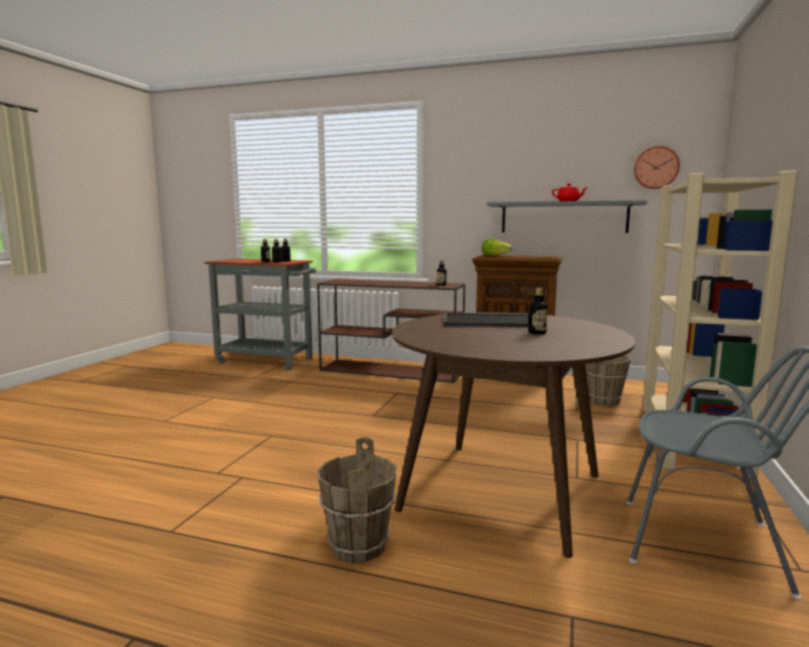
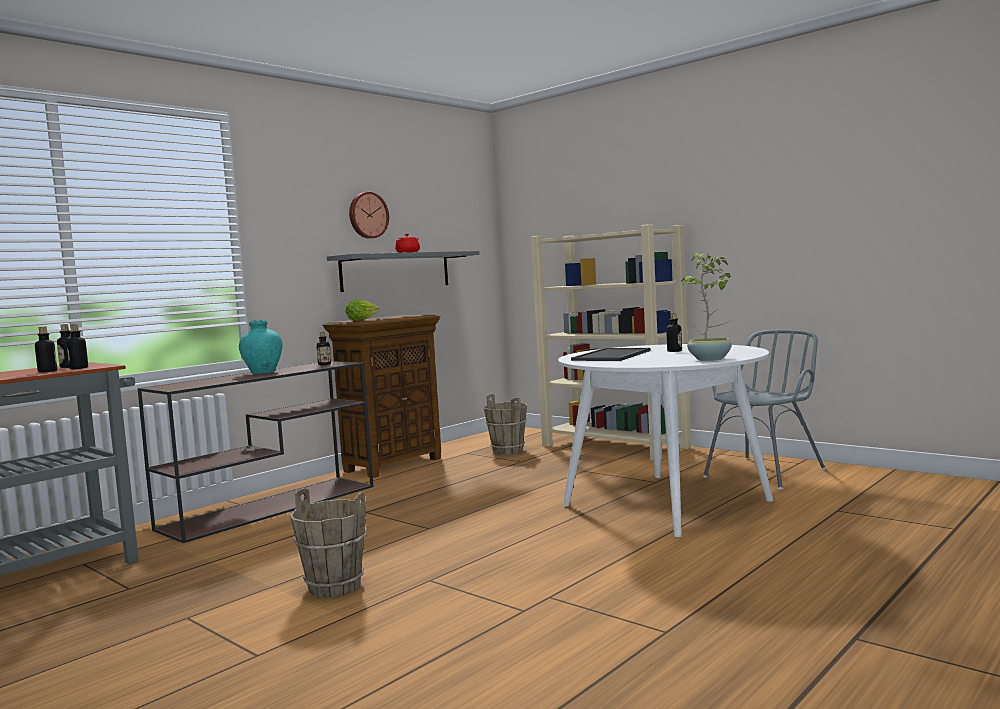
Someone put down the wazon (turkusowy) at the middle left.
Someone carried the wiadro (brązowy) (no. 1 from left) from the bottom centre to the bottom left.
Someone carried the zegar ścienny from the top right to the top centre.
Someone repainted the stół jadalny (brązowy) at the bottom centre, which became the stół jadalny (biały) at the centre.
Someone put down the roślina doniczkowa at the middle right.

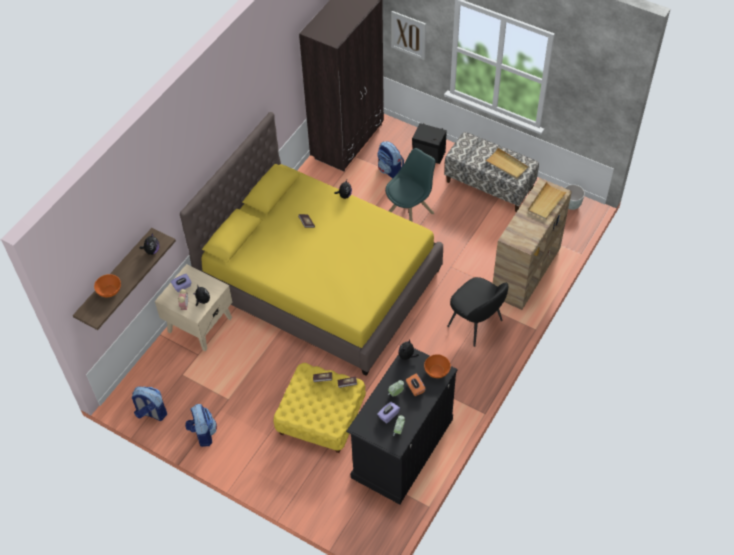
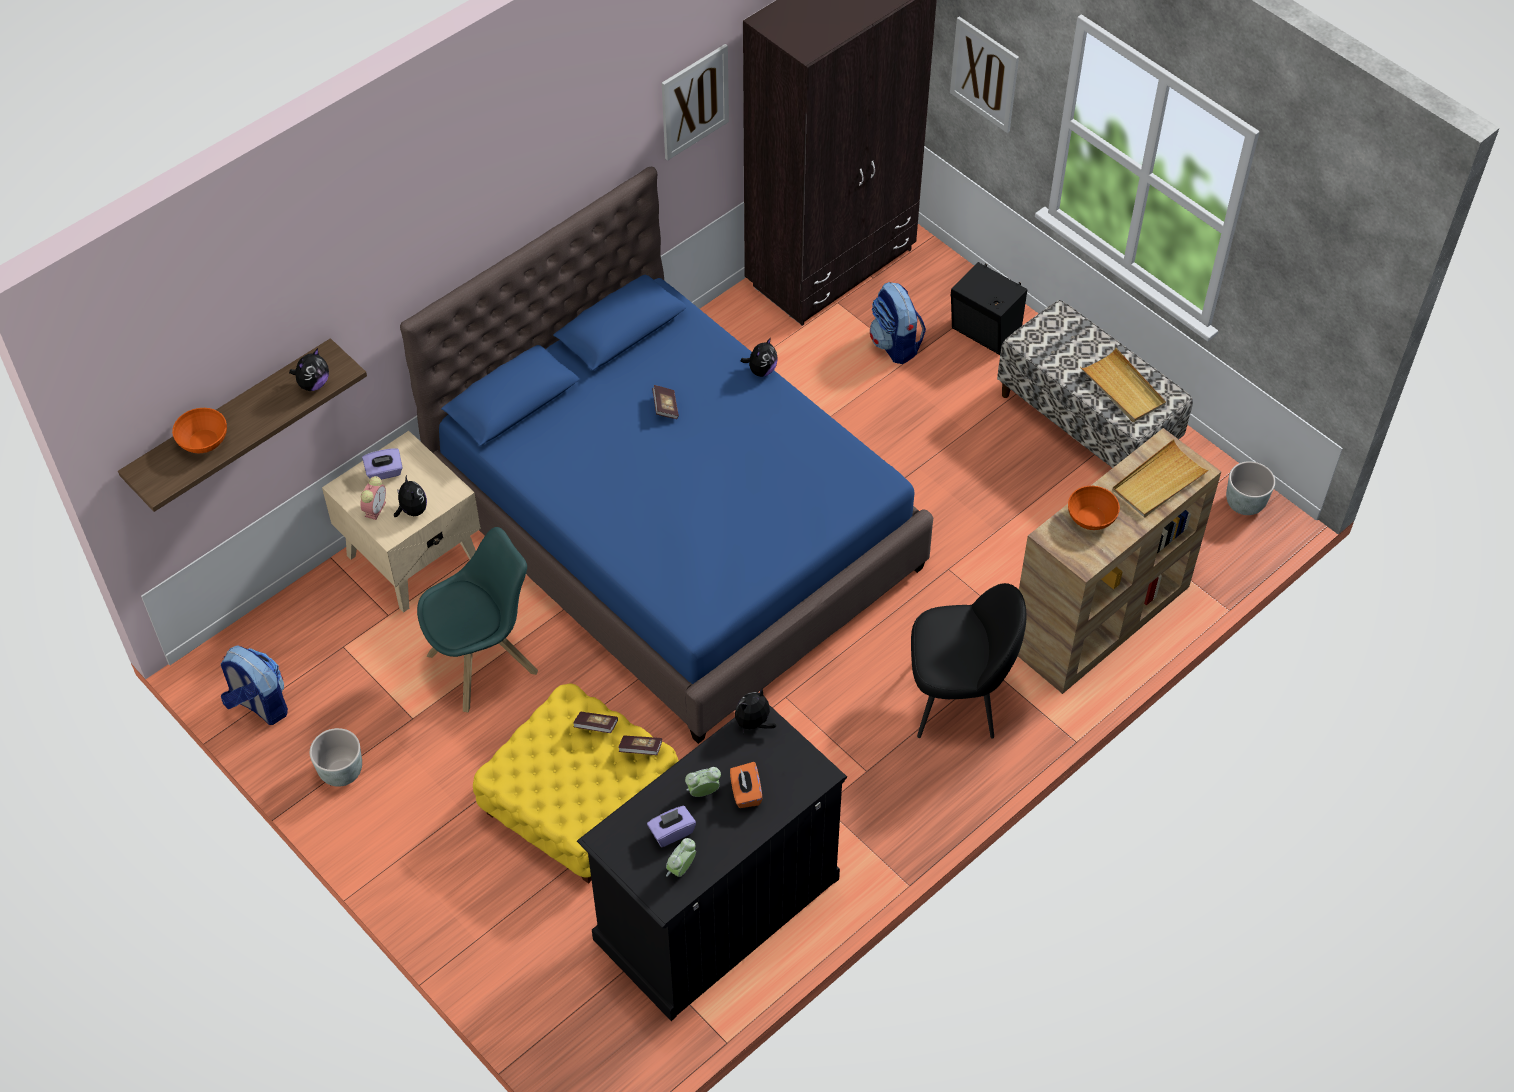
Someone swapped the plecak (no. 2 from left) at the bottom left for the donica (szary) (no. 1 from left) at the bottom left.
Someone repainted the łóżko (żółty) at the centre, which became the łóżko (niebieski) at the centre.
Someone carried the krzesło (turkusowy) from the centre to the middle left.
Someone put up the obraz (no. 1 from left) at the top centre.
Someone rotated the krzesło (czarny) at the centre by 60 degrees counterclockwise.
Someone carried the miska (pomarańczowy) (no. 2 from left) from the centre to the middle right.

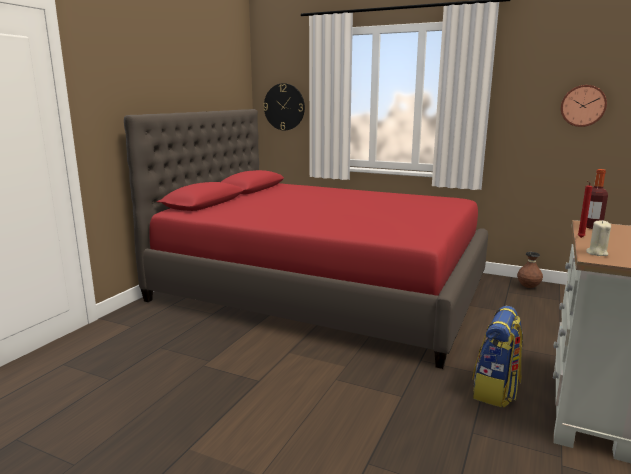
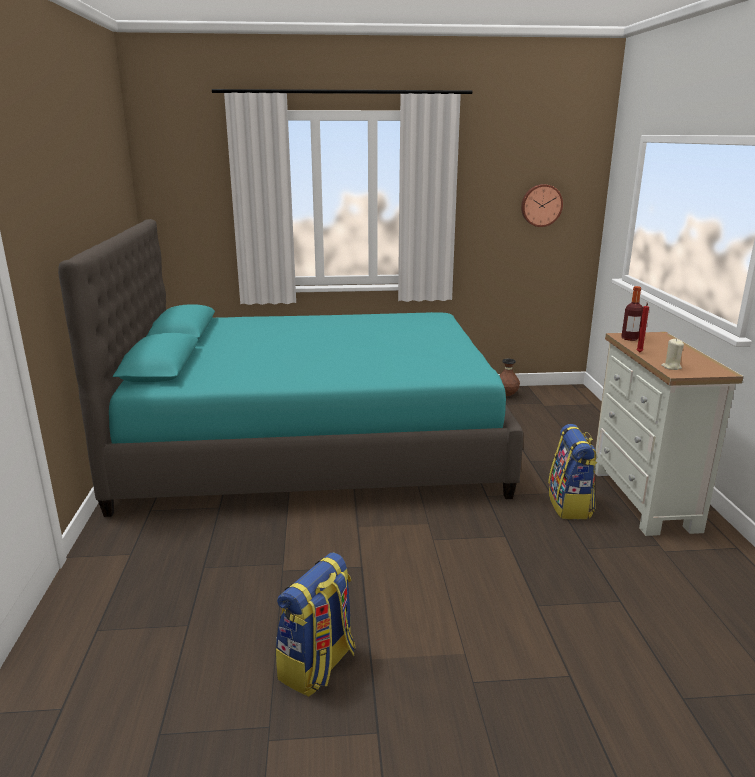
Someone repainted the łóżko (czerwony) at the centre, which became the łóżko (turkusowy) at the centre.
Someone put down the plecak (no. 1 from left) at the bottom centre.
Someone took away the zegar ścienny (no. 1 from left) at the top centre.

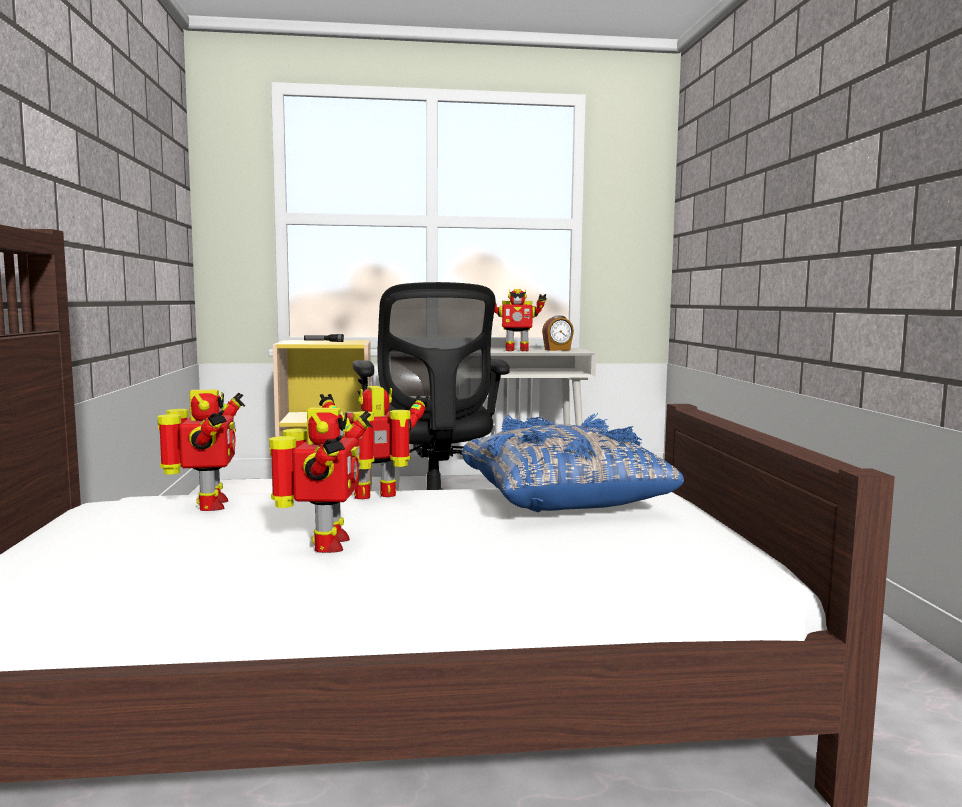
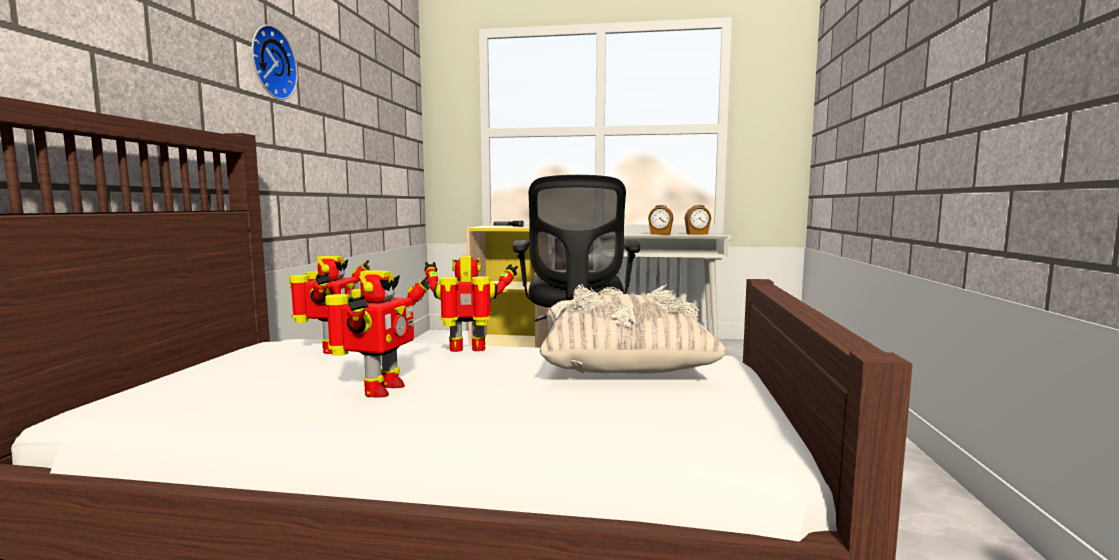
Someone put up the zegar ścienny at the top left.
Someone repainted the poduszka (niebieski) at the centre, which became the poduszka (beżowy) at the centre.
Someone swapped the robot zabawkowy (no. 4 from left) at the centre for the budzik (no. 1 from left) at the centre.

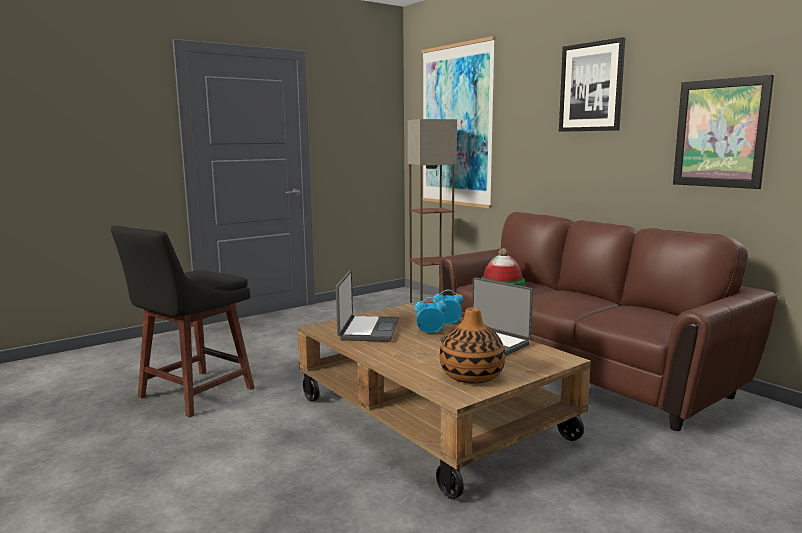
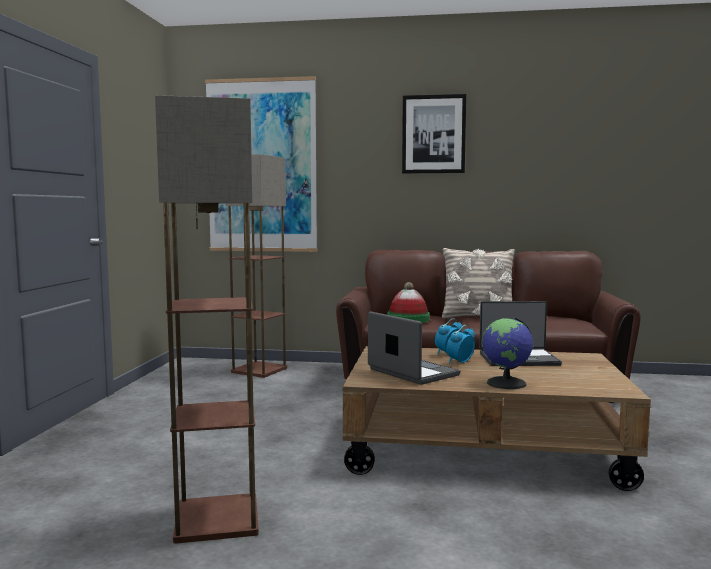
Someone swapped the stołek (czarny) at the middle left for the lampa stojąca (no. 1 from left) at the middle left.
Someone put down the poduszka (beżowy) at the middle right.
Someone put down the globus at the middle right.
Someone took away the wazon at the centre.
Someone took away the obraz (no. 3 from left) at the top right.

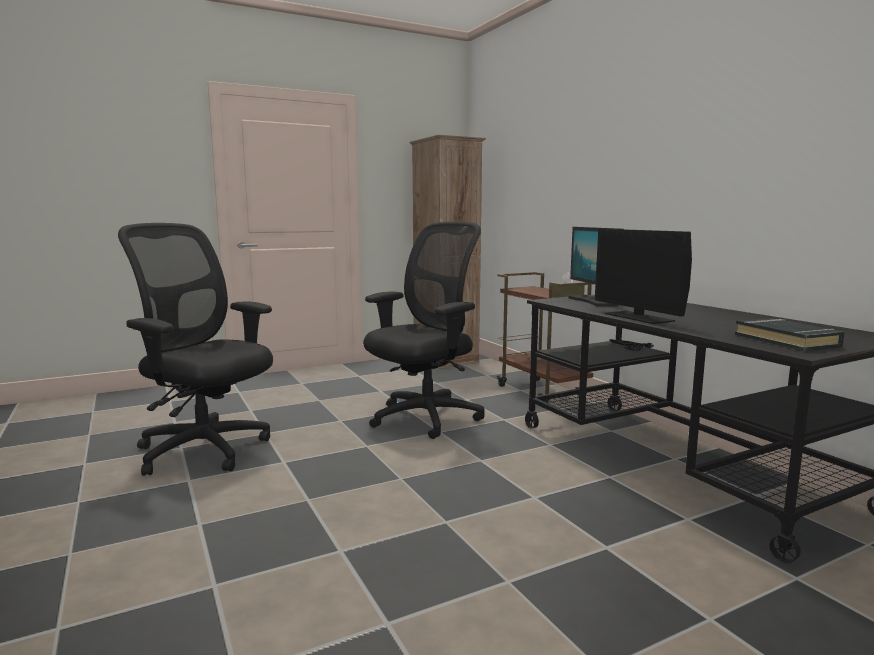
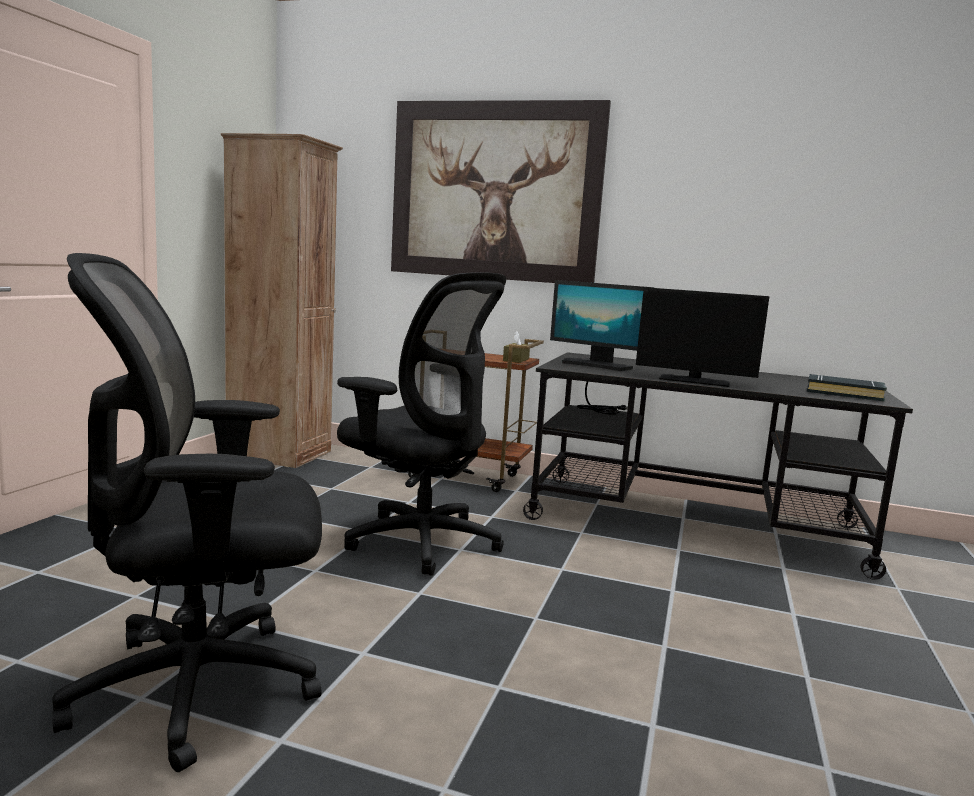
Someone rotated the krzesło biurowe (czarny) (no. 2 from left) at the centre by 120 degrees clockwise.
Someone put up the obraz at the top centre.

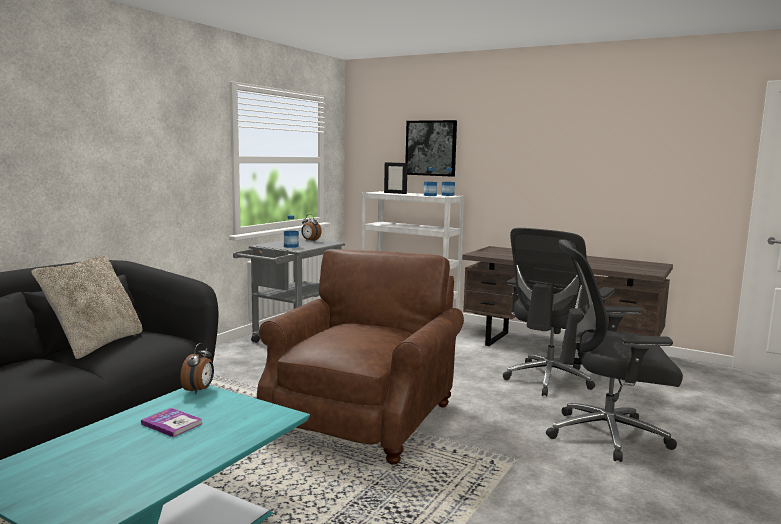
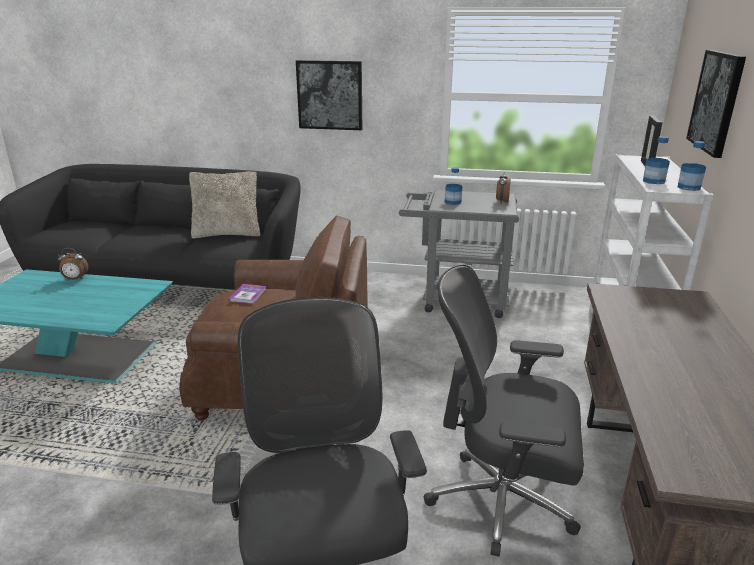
Someone carried the budzik (no. 1 from left) from the bottom left to the middle left.
Someone carried the książka from the bottom left to the middle left.
Someone put up the obraz (no. 1 from left) at the top centre.

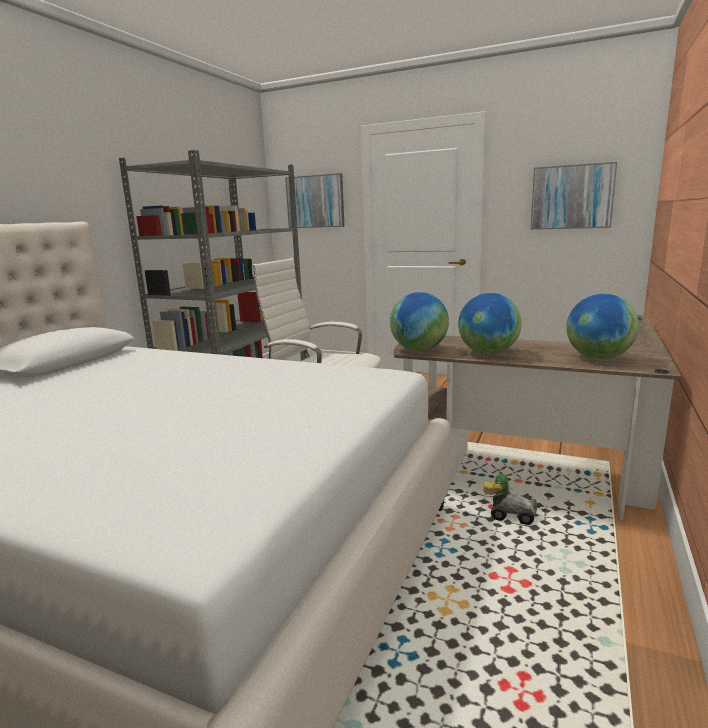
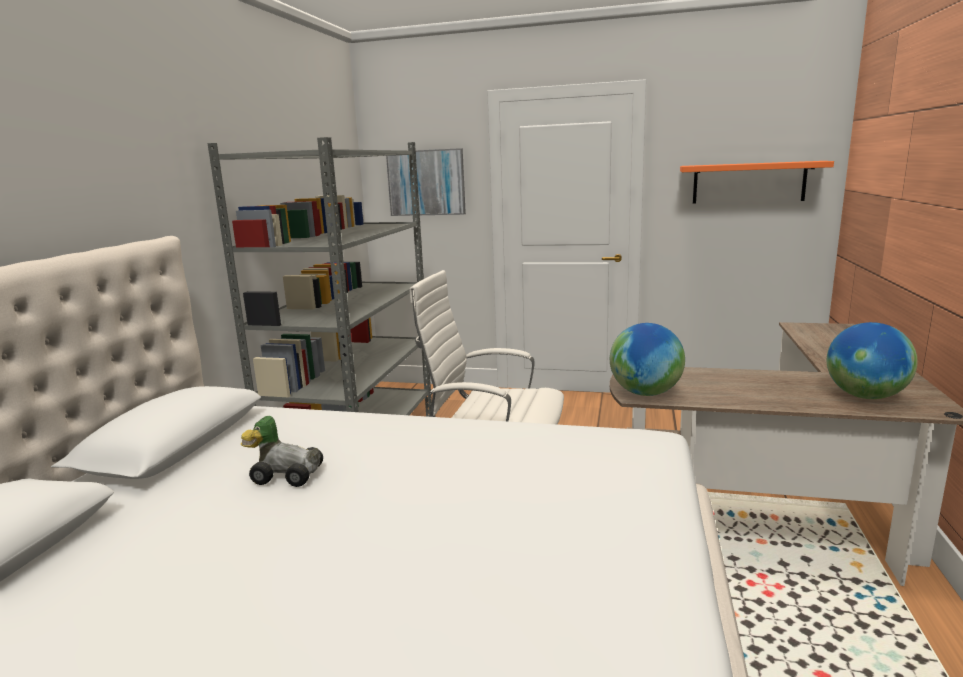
Someone carried the samochodzik from the bottom right to the middle left.
Someone swapped the obraz (no. 2 from left) at the top right for the półka (pomarańczowy) at the top right.
Someone took away the globus (no. 2 from left) at the middle right.

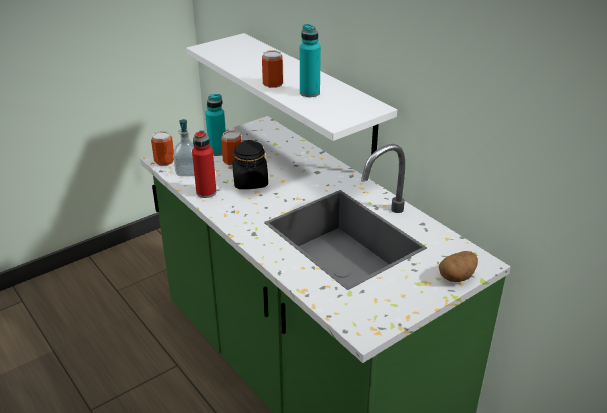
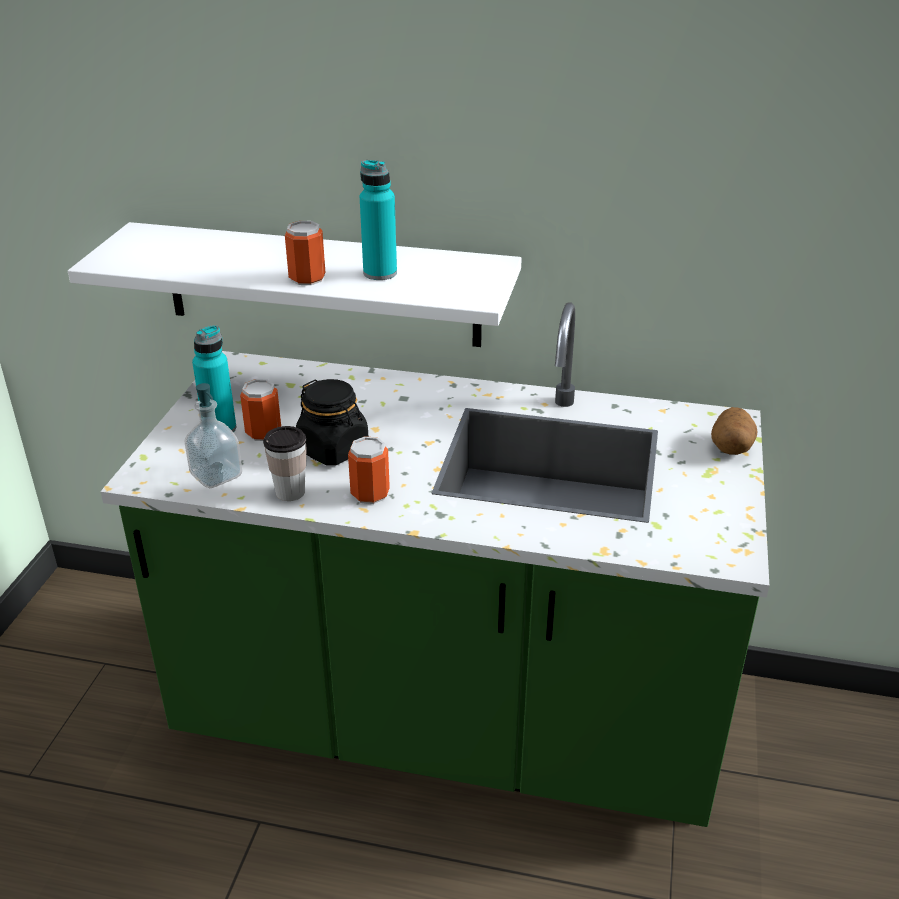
Someone swapped the butelka (czerwony) at the centre for the filiżanka at the middle left.
Someone carried the puszka (no. 1 from left in the first image) from the middle left to the centre.

